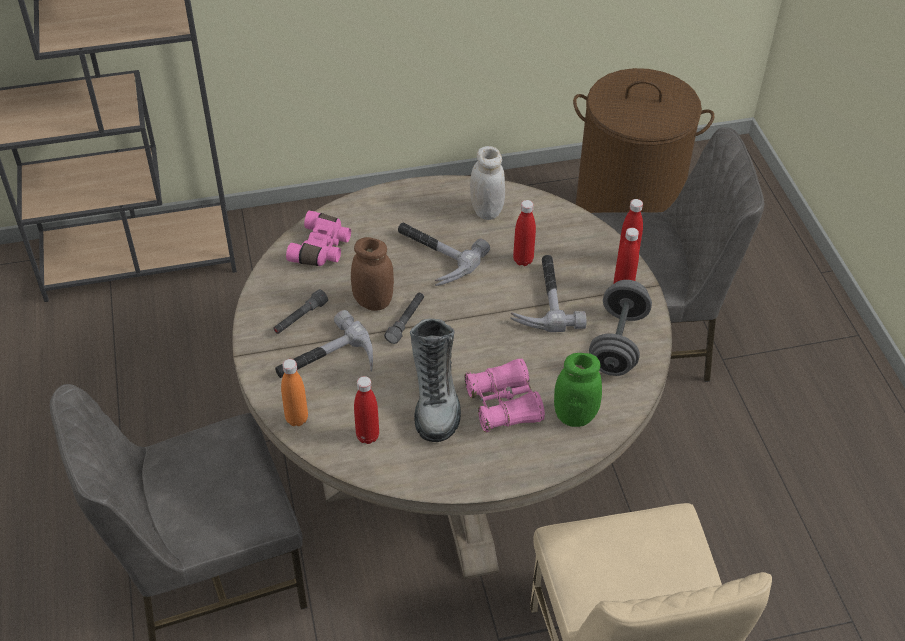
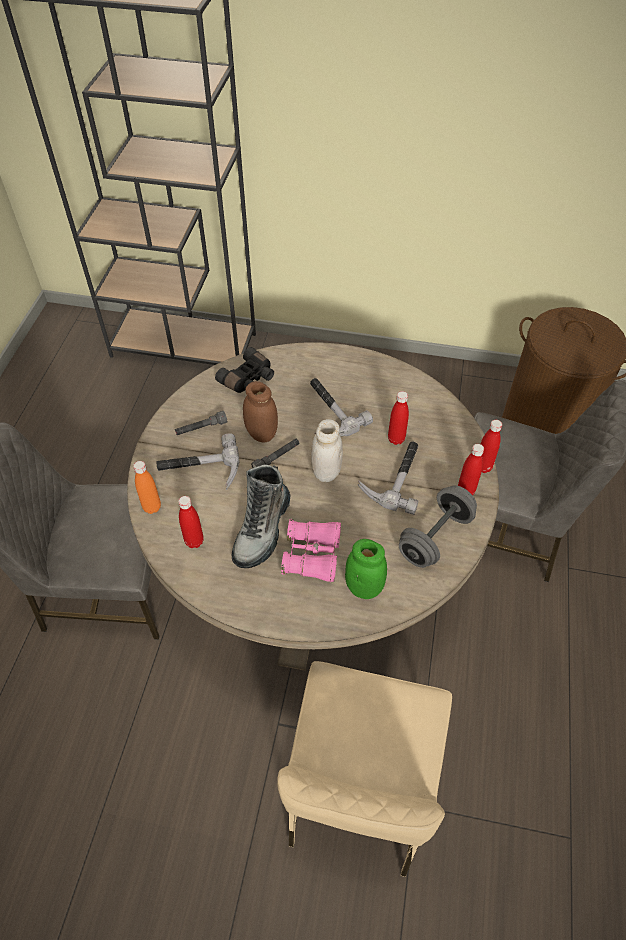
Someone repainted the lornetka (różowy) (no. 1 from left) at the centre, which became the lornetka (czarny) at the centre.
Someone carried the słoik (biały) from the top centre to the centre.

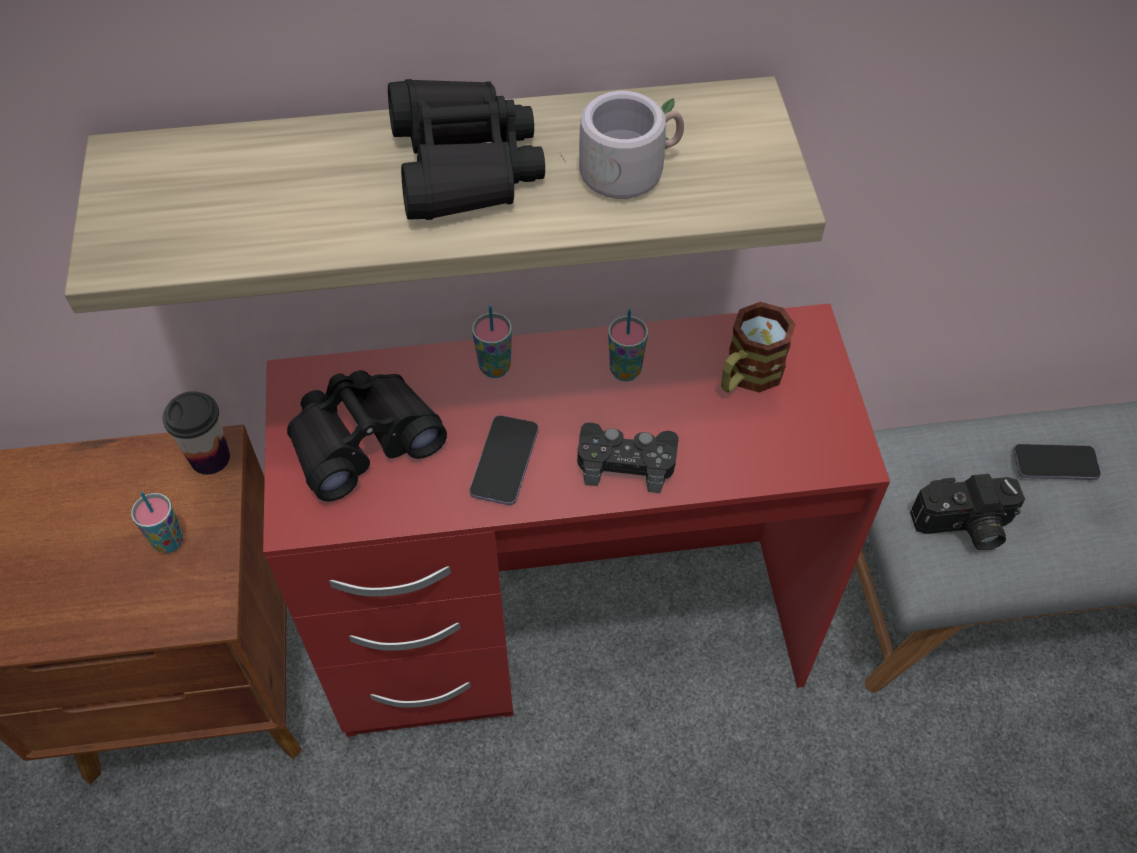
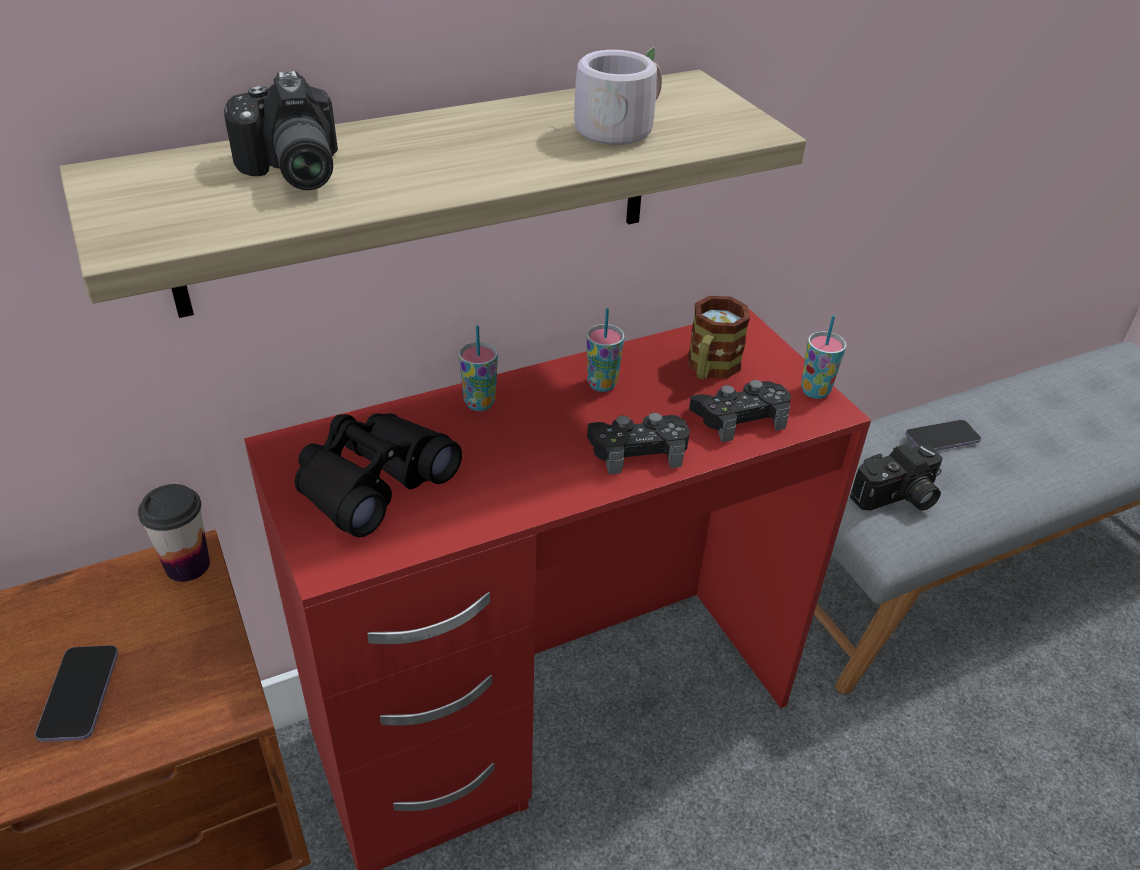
Someone carried the telefon (no. 1 from left) from the centre to the bottom left.
Someone put down the aparat fotograficzny (no. 1 from left) at the top left.
Someone put down the pad do gier (czarny) (no. 2 from left) at the centre.
Someone carried the filiżanka (no. 1 from left in the first image) from the middle left to the middle right.
Someone took away the lornetka (czarny) (no. 2 from left) at the top centre.

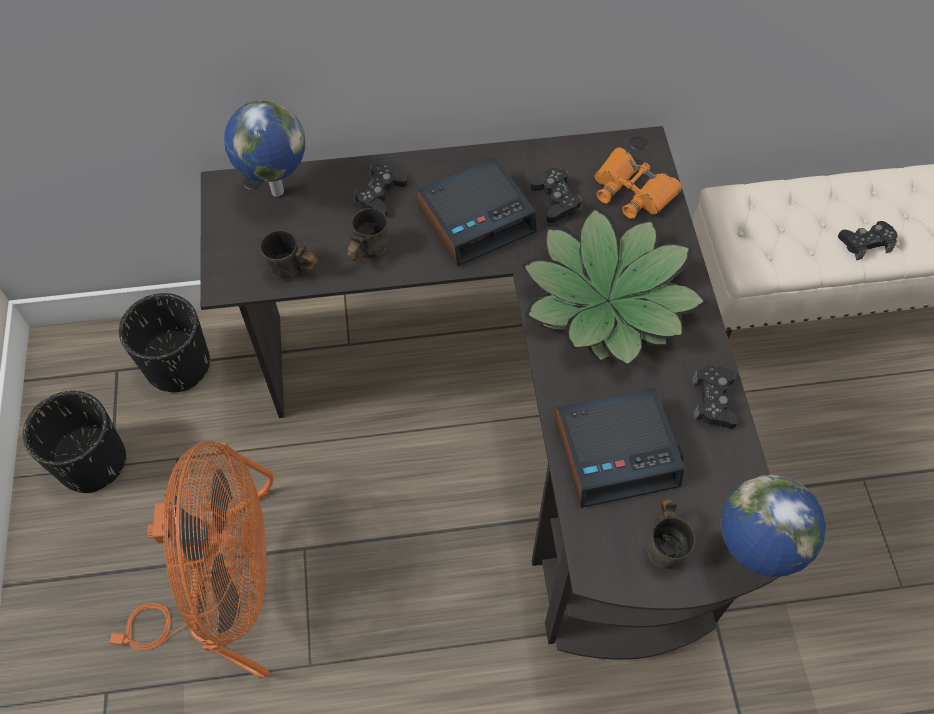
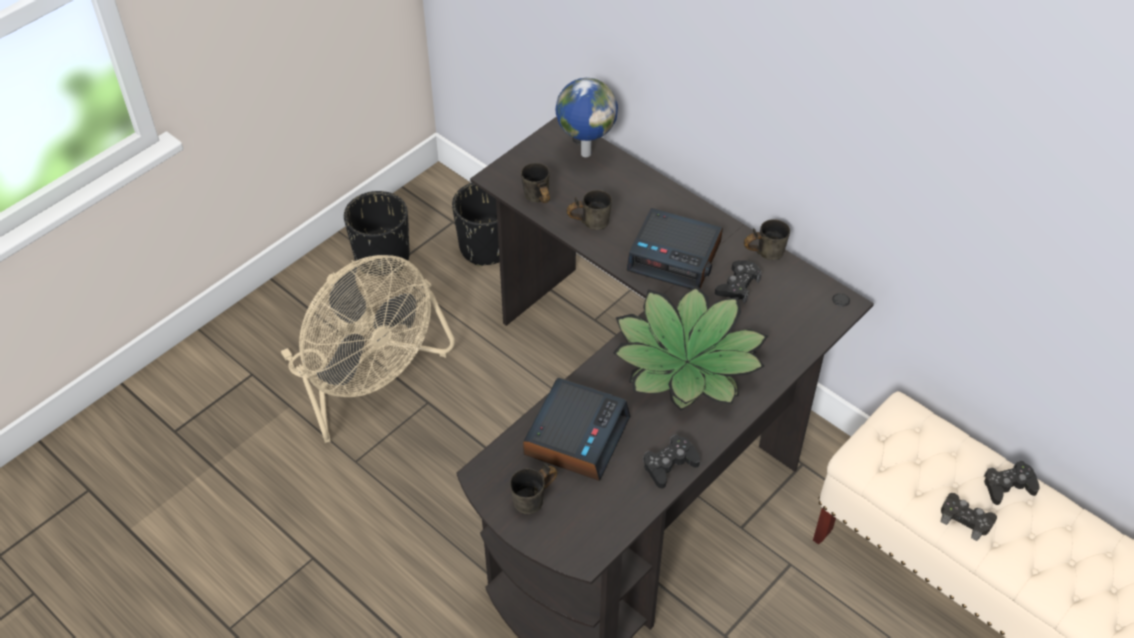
Someone repainted the wentylator (pomarańczowy) at the bottom left, which became the wentylator (beżowy) at the middle left.
Someone rotated the budzik (no. 2 from left in the first image) at the centre by 105 degrees counterclockwise.
Someone put down the kubek (szary) (no. 4 from left) at the middle right.
Someone carried the pad do gier (czarny) (no. 1 from left in the first image) from the top centre to the bottom right.
Someone took away the lornetka (pomarańczowy) at the top right.
Someone took away the globus (no. 2 from left) at the bottom right.

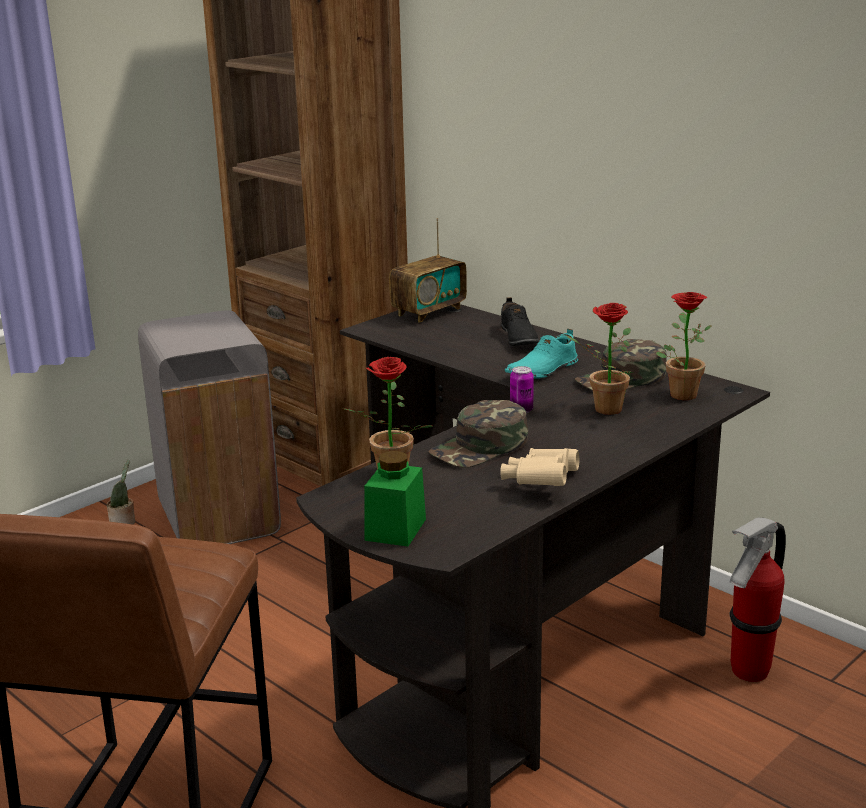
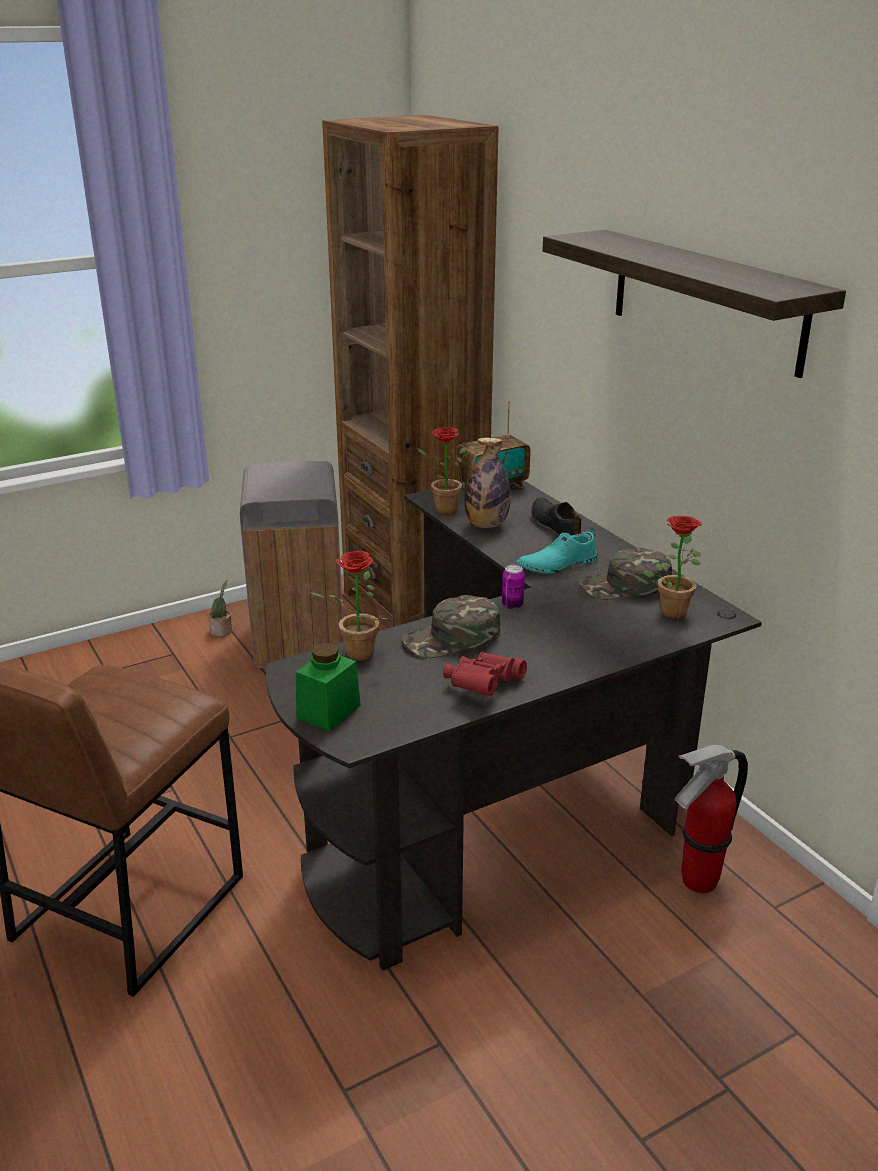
Someone carried the roślina doniczkowa (no. 3 from left) from the middle right to the centre.
Someone repainted the lornetka (beżowy) at the centre, which became the lornetka (czerwony) at the centre.
Someone put down the butelka at the centre.
Someone rotated the but (czarny) at the centre by 150 degrees clockwise.
Someone put up the półka at the top right.

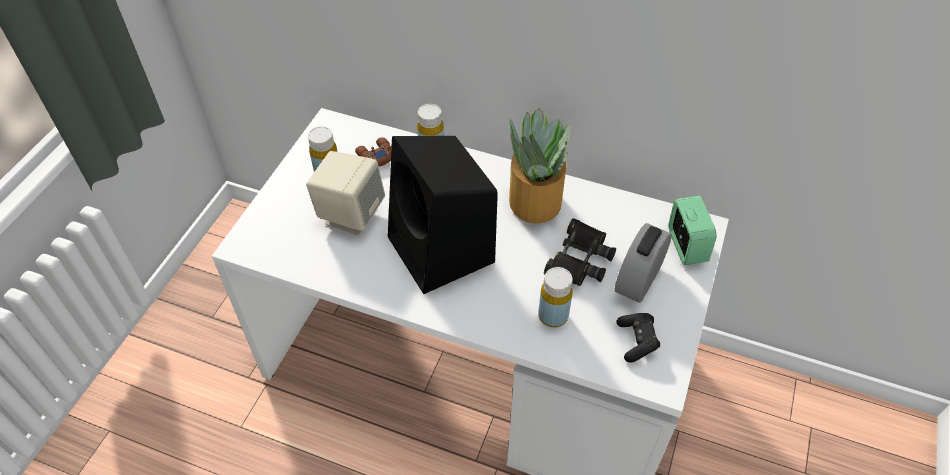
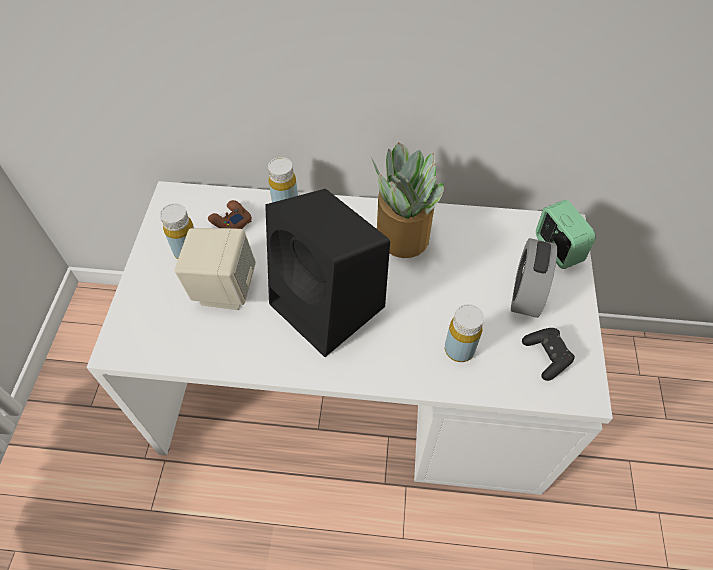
Someone took away the lornetka (czarny) at the centre.

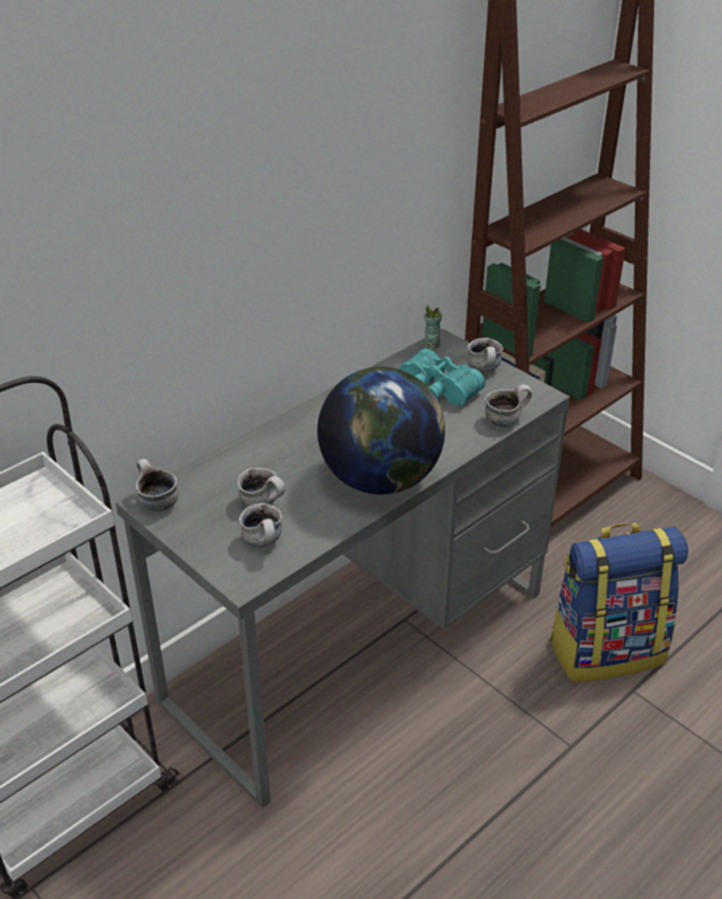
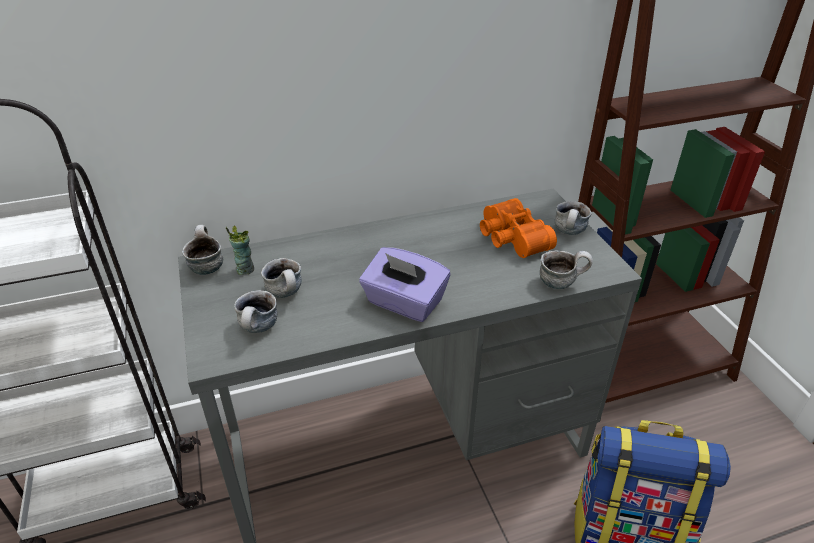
Someone carried the filiżanka from the centre to the middle left.
Someone swapped the globus at the centre for the pudełko chusteczek (fioletowy) at the centre.
Someone repainted the lornetka (turkusowy) at the centre, which became the lornetka (pomarańczowy) at the centre.

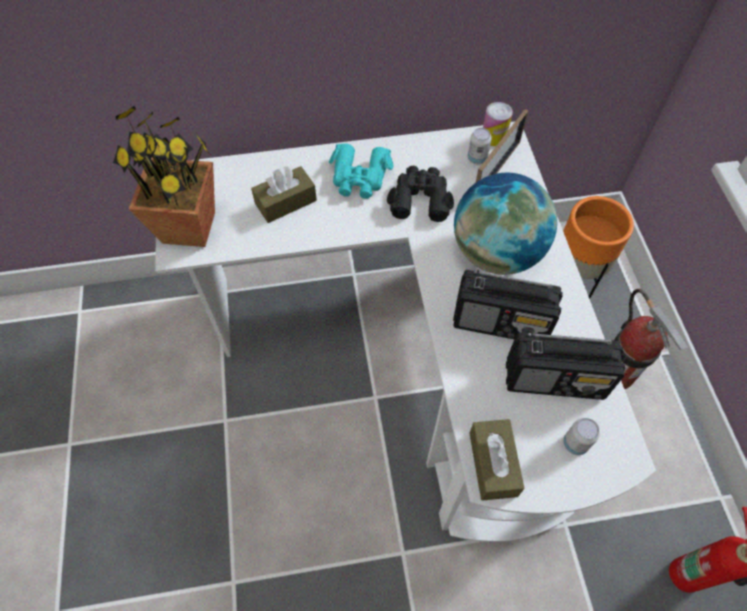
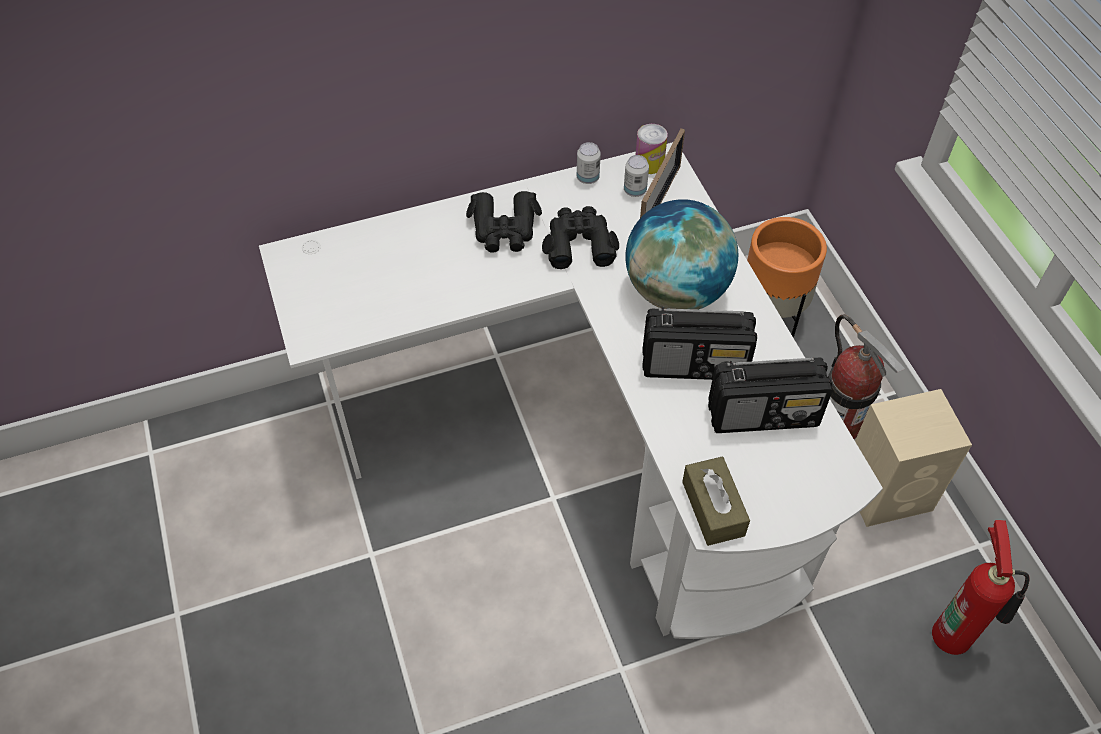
Someone repainted the lornetka (turkusowy) at the top centre, which became the lornetka (czarny) (no. 1 from left) at the top centre.
Someone carried the puszka (no. 3 from left in the first image) from the bottom right to the top centre.
Someone put down the głośnik (beżowy) at the middle right.
Someone took away the roślina doniczkowa at the top left.
Someone took away the pudełko chusteczek (brązowy) (no. 1 from left) at the top centre.

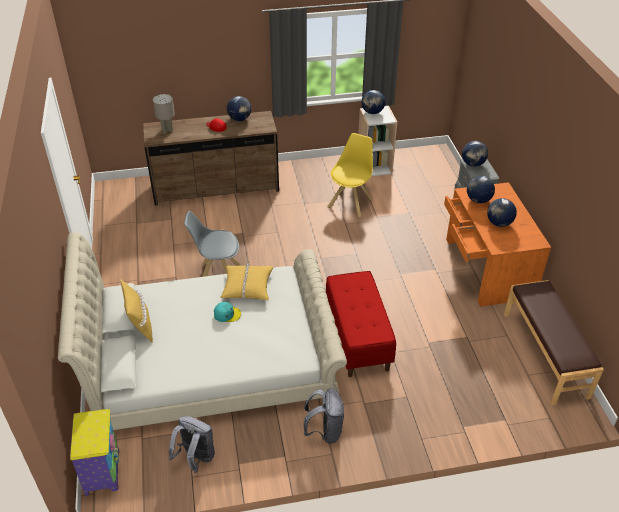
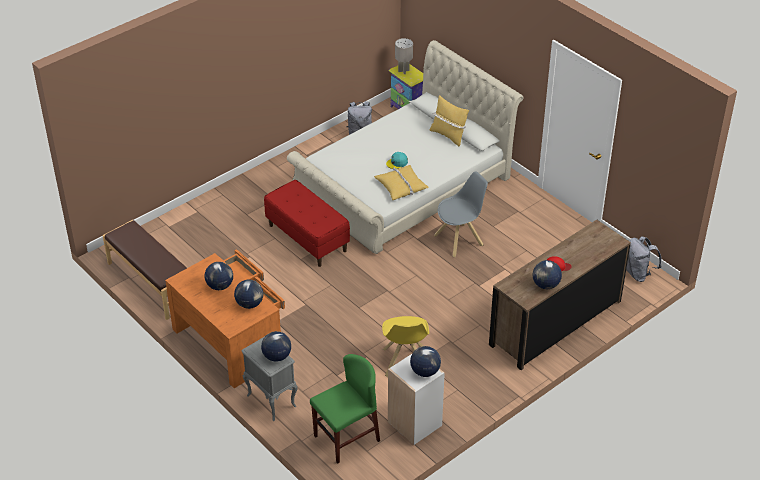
Someone put down the krzesło (zielony) at the bottom centre.
Someone carried the lampa stołowa (szary) from the top left to the top centre.
Someone carried the plecak (szary) (no. 2 from left) from the bottom centre to the middle right.

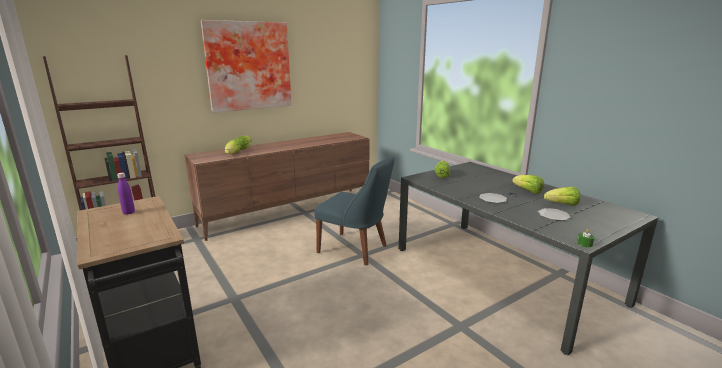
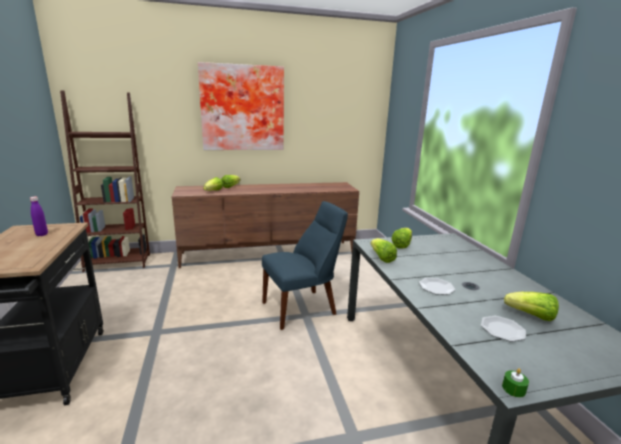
Someone rotated the krzesło (niebieski) at the centre by 75 degrees counterclockwise.
Someone carried the sałata (no. 4 from left in the first image) from the middle right to the centre.

